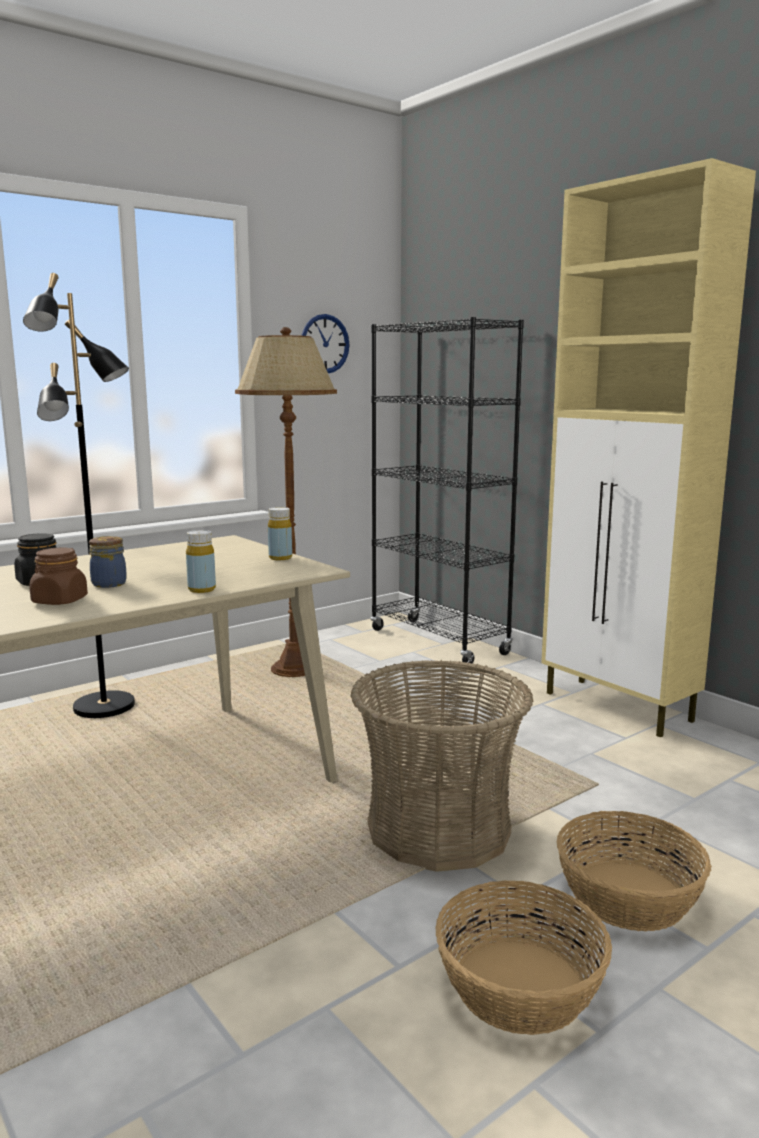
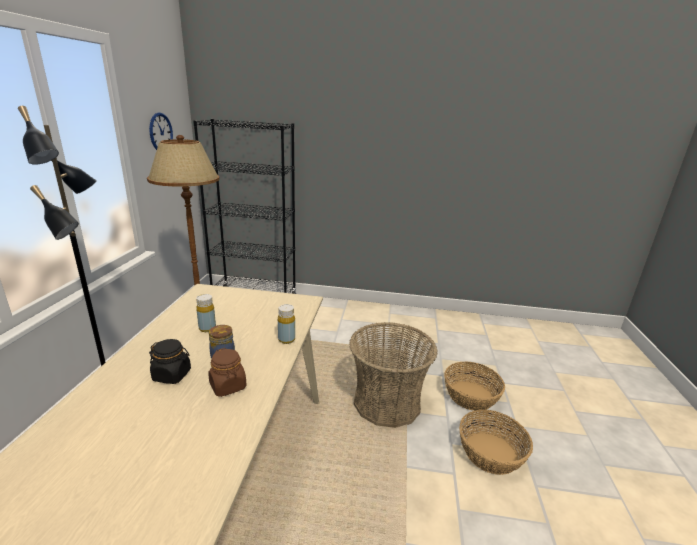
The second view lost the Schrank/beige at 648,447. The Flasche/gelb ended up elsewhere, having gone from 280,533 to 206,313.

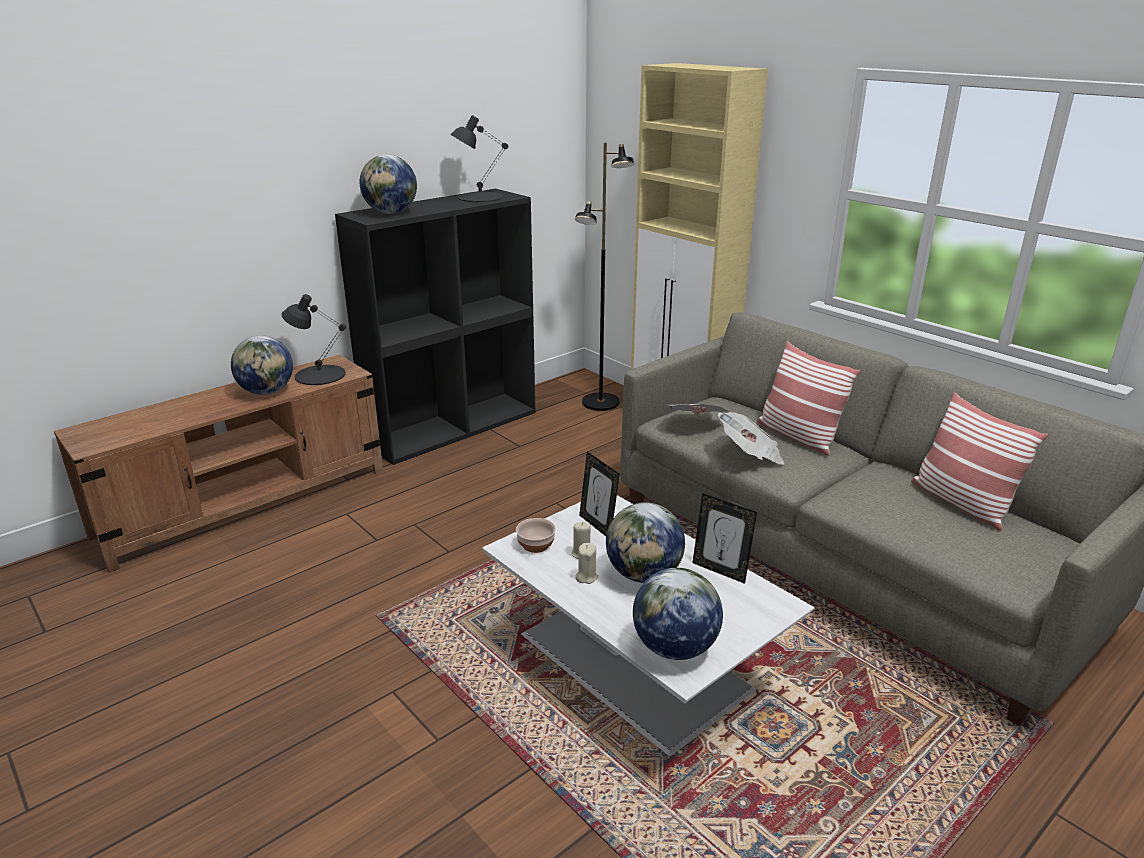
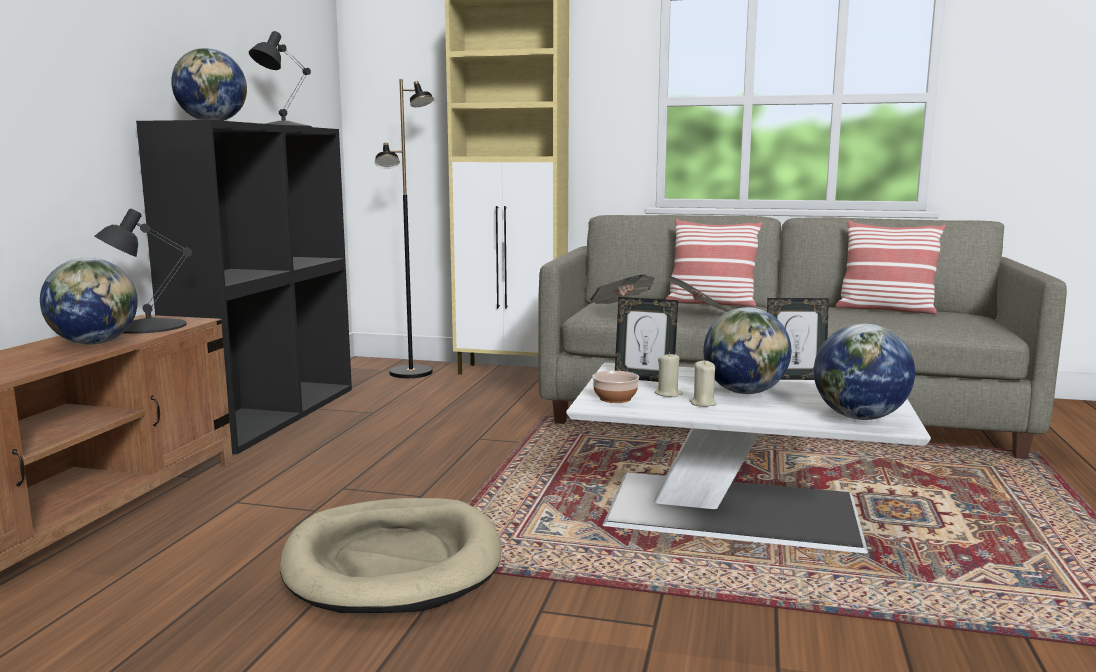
The second view gained the Hundebett/beige at 390,555.

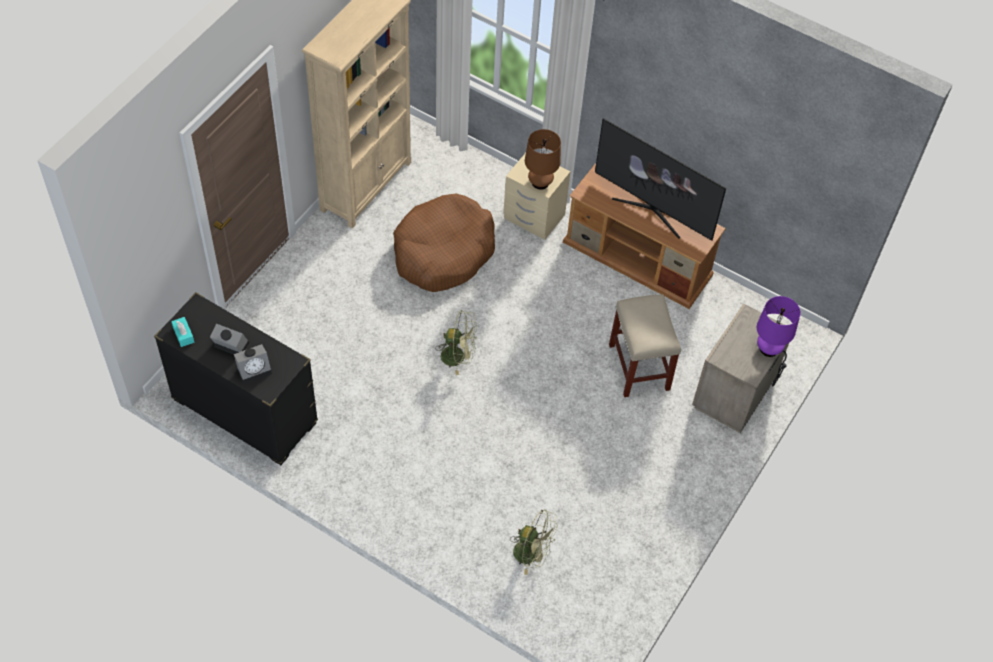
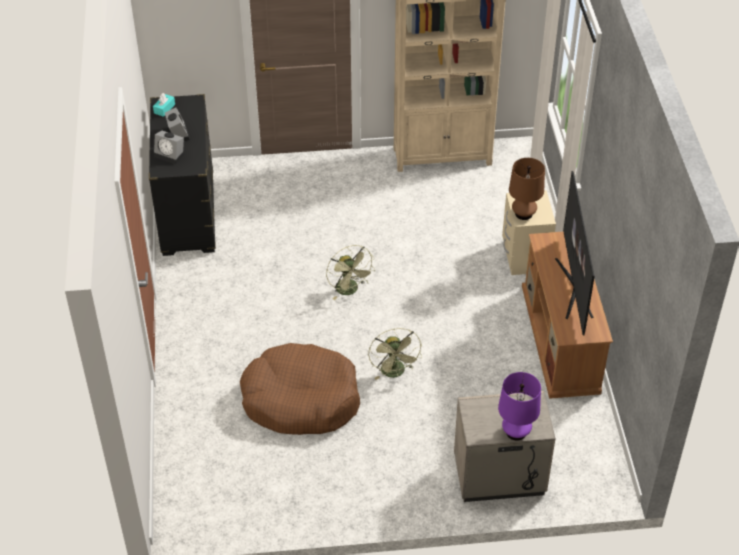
The Hundebett/braun ended up elsewhere, having gone from 444,243 to 300,389. The second view lost the Hocker/beige at 645,345. The Ventilator/grün ended up elsewhere, having gone from 534,542 to 395,354.

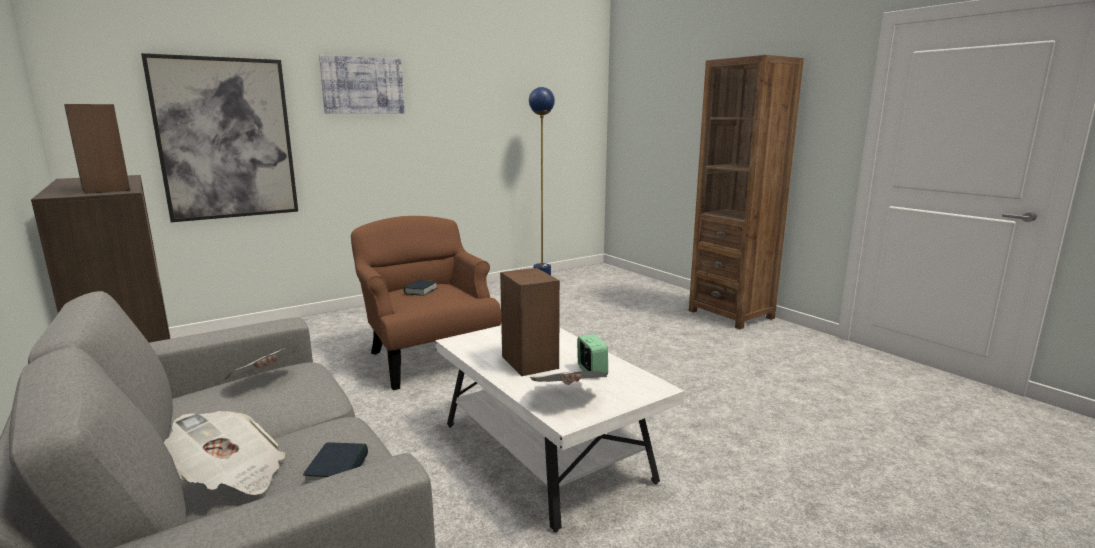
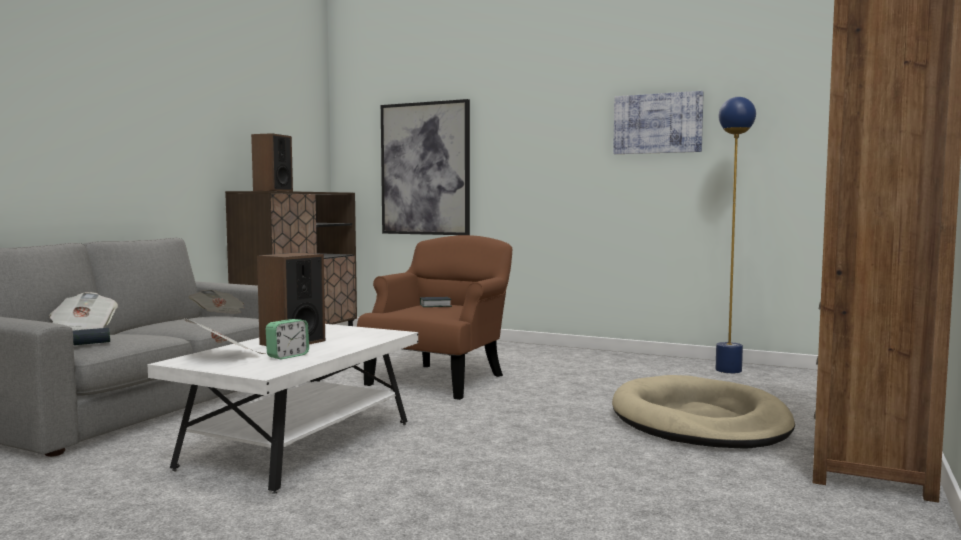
The Bild ended up elsewhere, having gone from 362,84 to 658,122. The second view gained the Hundebett/beige at 703,412.

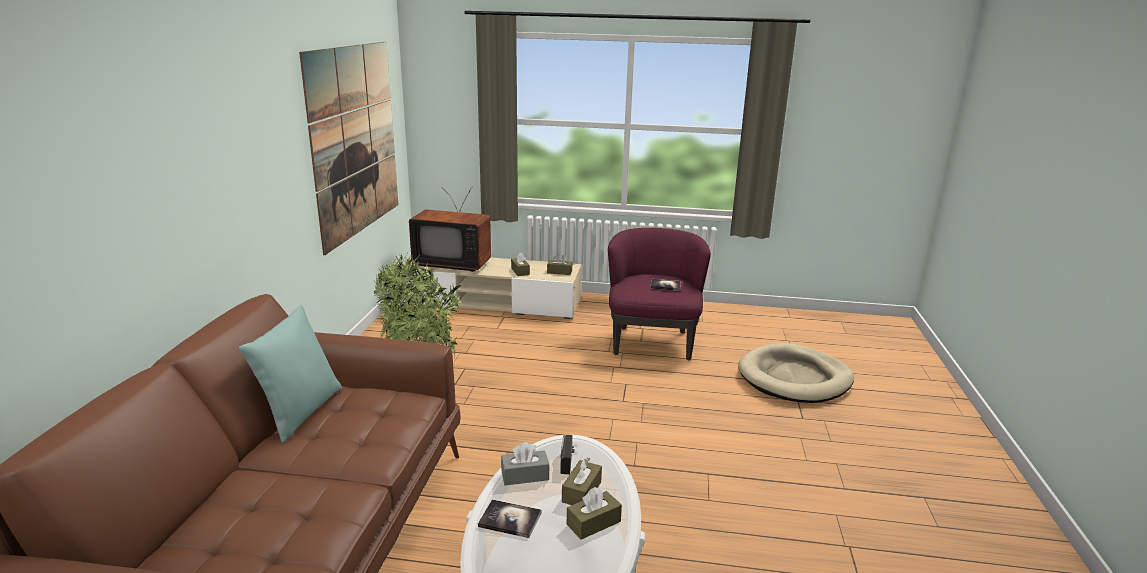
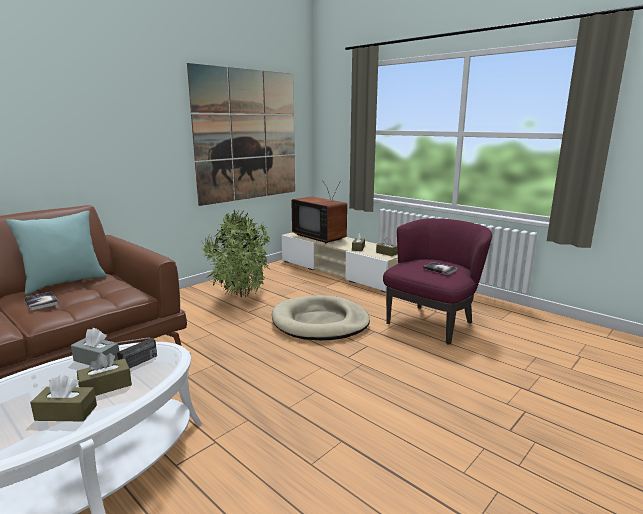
The Hundebett/beige ended up elsewhere, having gone from 796,373 to 321,317. The Buch ended up elsewhere, having gone from 509,518 to 41,301.

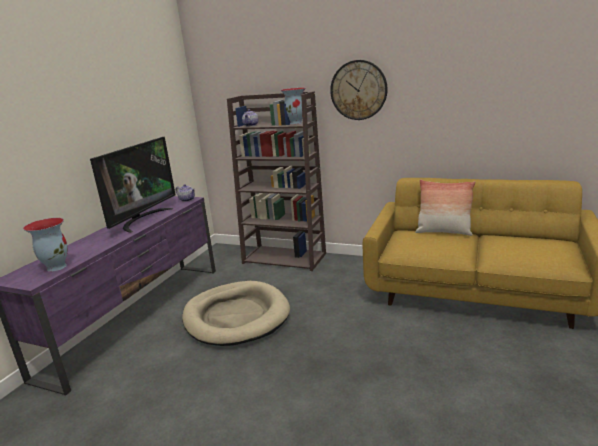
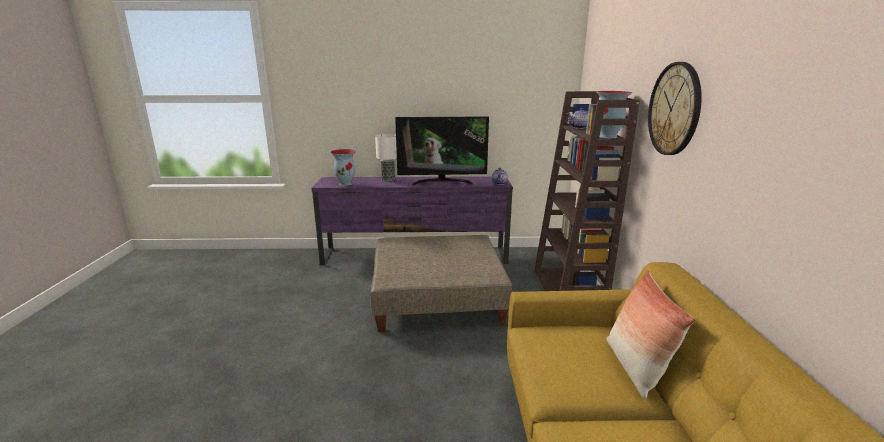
Where the Hundebett/beige stood at 236,313, the Polsterhocker/beige came to stand at 441,283. The second view gained the Tischlampe at 386,157.

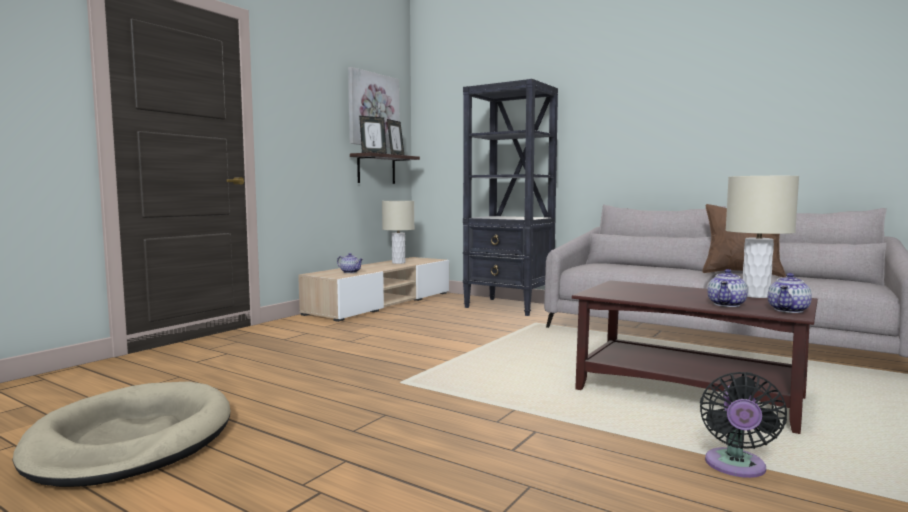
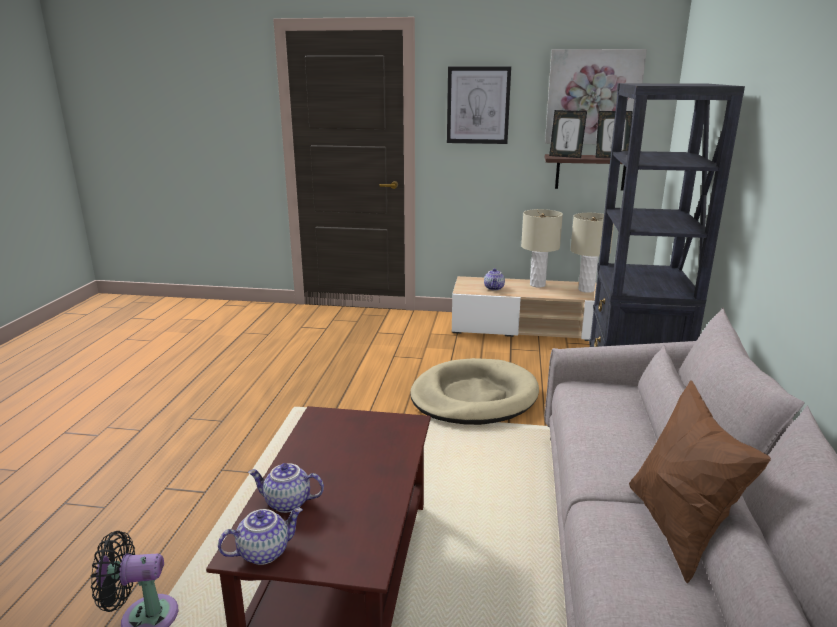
The Tischlampe/beige ended up elsewhere, having gone from 762,237 to 542,248. The Teekanne at 790,293 ended up facing another way, 135 degrees clockwise from before. The Hundebett/beige ended up elsewhere, having gone from 121,434 to 474,391. The second view gained the Bild at 479,105.

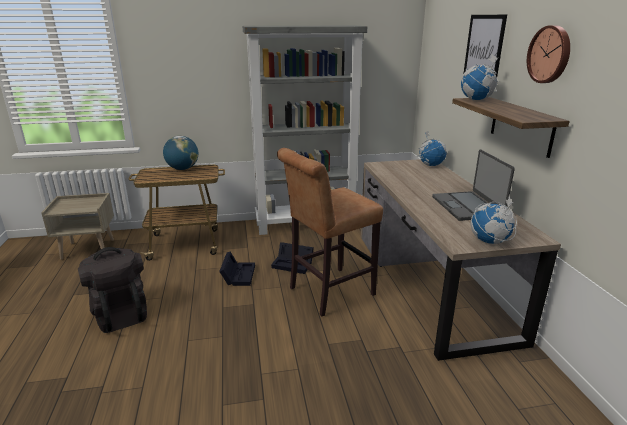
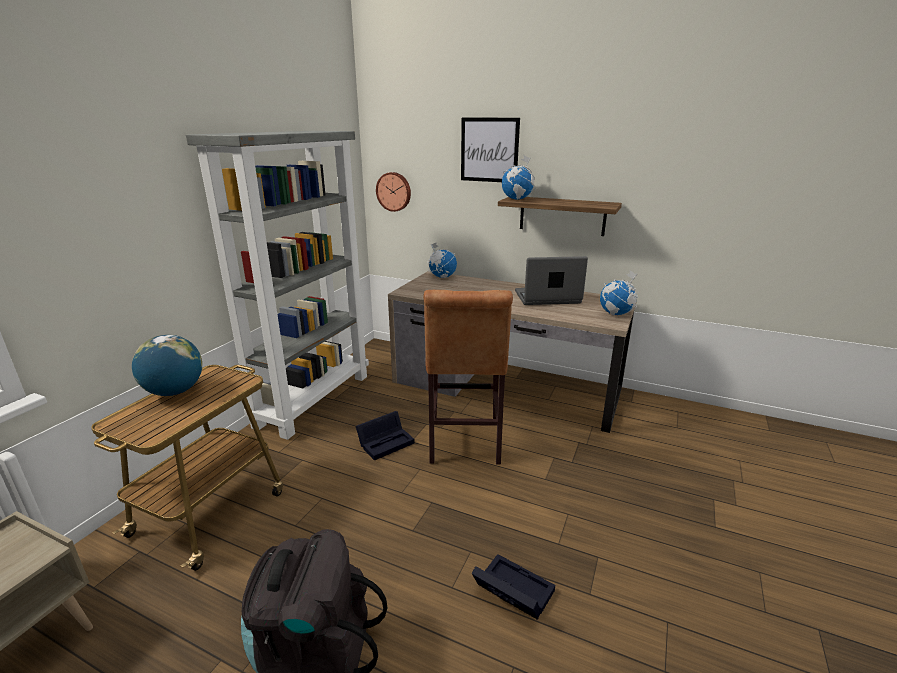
The Wanduhr ended up elsewhere, having gone from 548,54 to 393,192. The Laptop at 473,185 ended up facing another way, 150 degrees clockwise from before. The Aufbewahrungsbox/schwarz ended up elsewhere, having gone from 237,269 to 513,587.

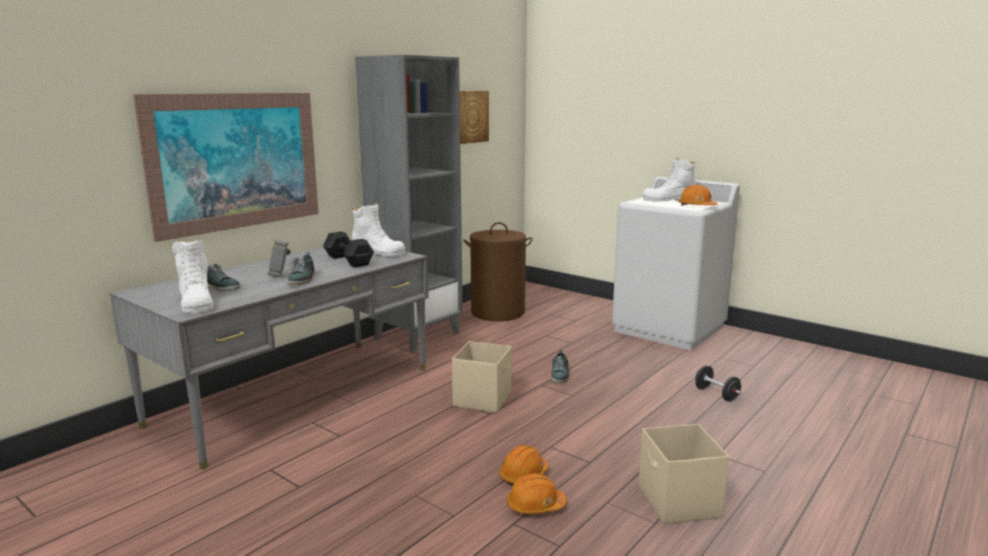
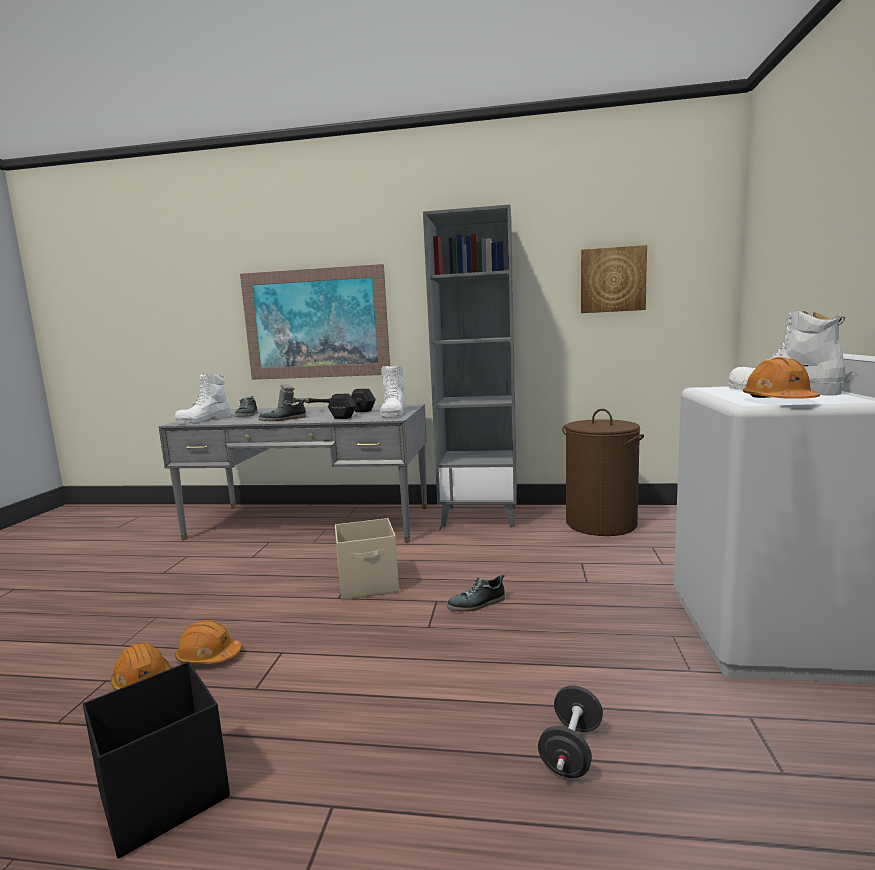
What was the Aufbewahrungsbox/beige at 684,474 turned into the Aufbewahrungsbox/schwarz at 156,760.

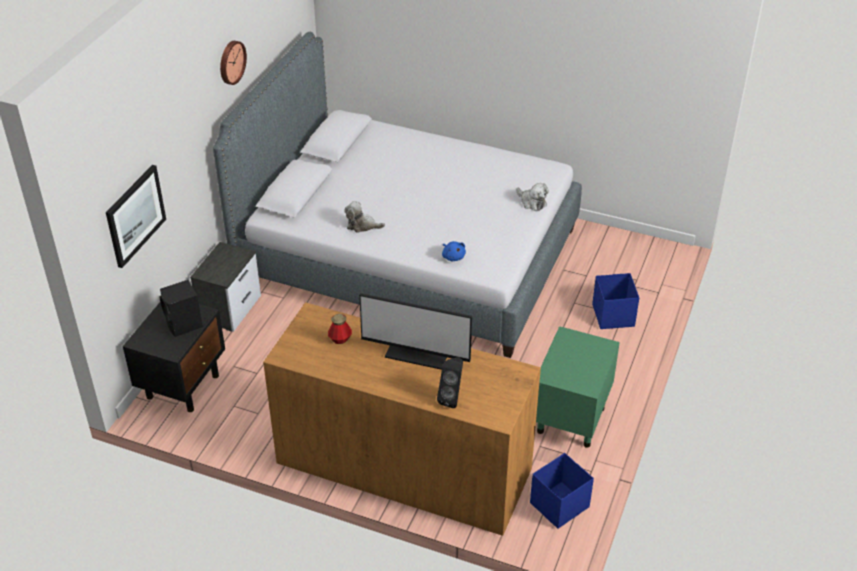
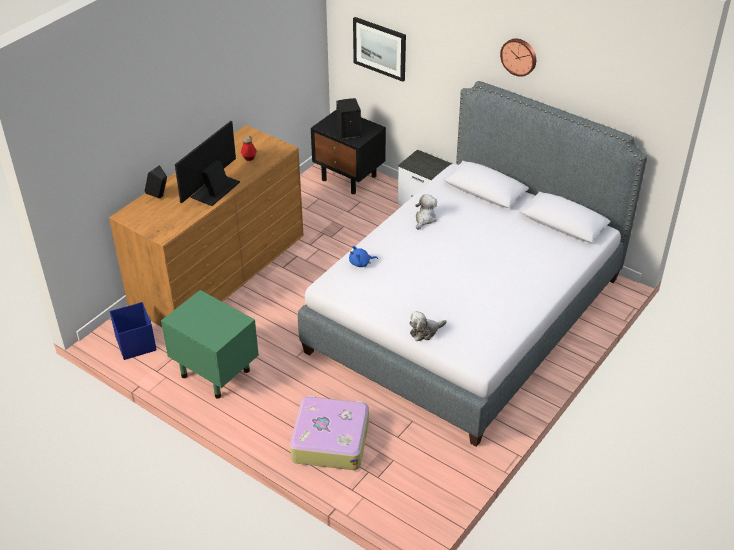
Where the Aufbewahrungsbox/blau stood at 615,301, the Koffer came to stand at 329,433.

